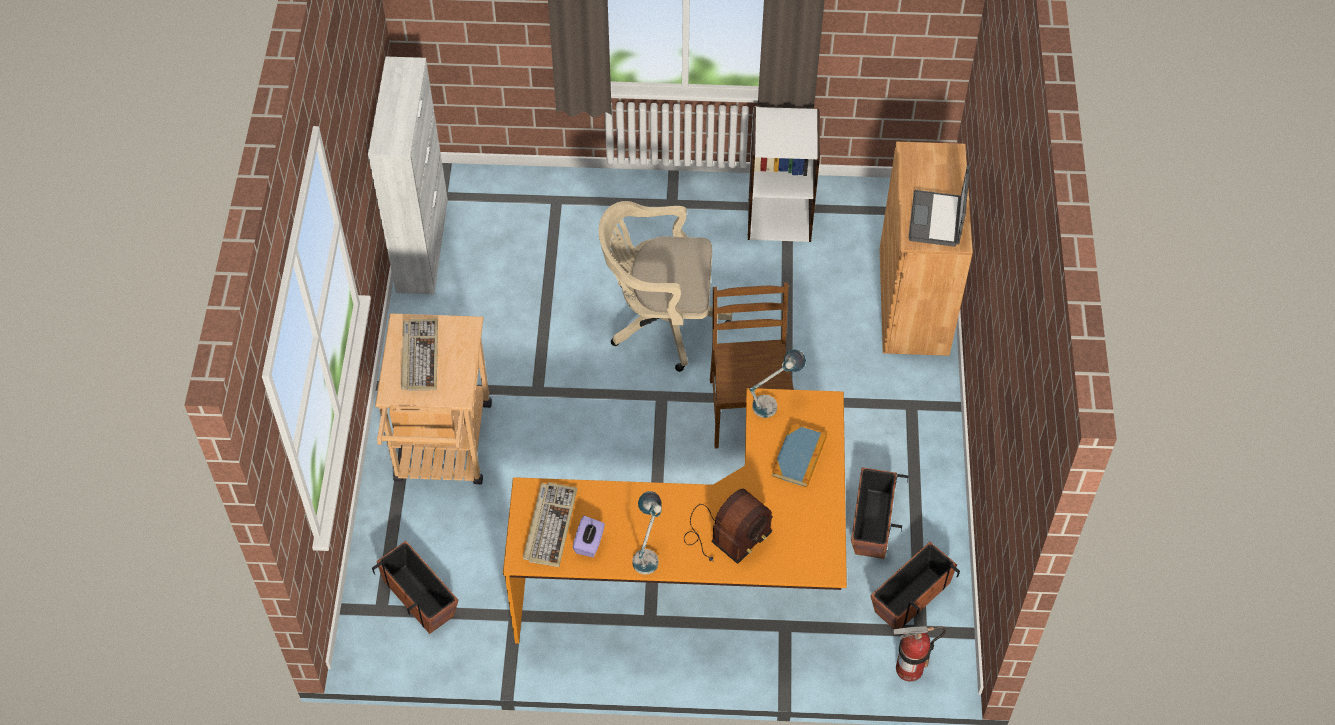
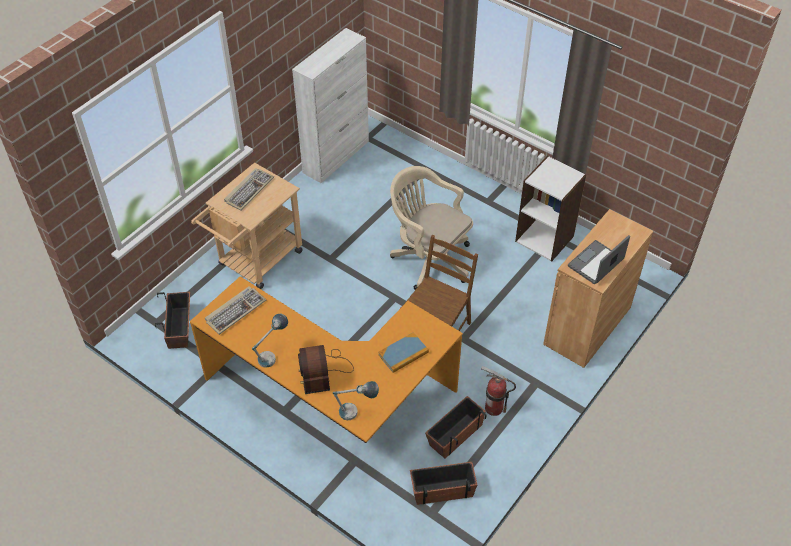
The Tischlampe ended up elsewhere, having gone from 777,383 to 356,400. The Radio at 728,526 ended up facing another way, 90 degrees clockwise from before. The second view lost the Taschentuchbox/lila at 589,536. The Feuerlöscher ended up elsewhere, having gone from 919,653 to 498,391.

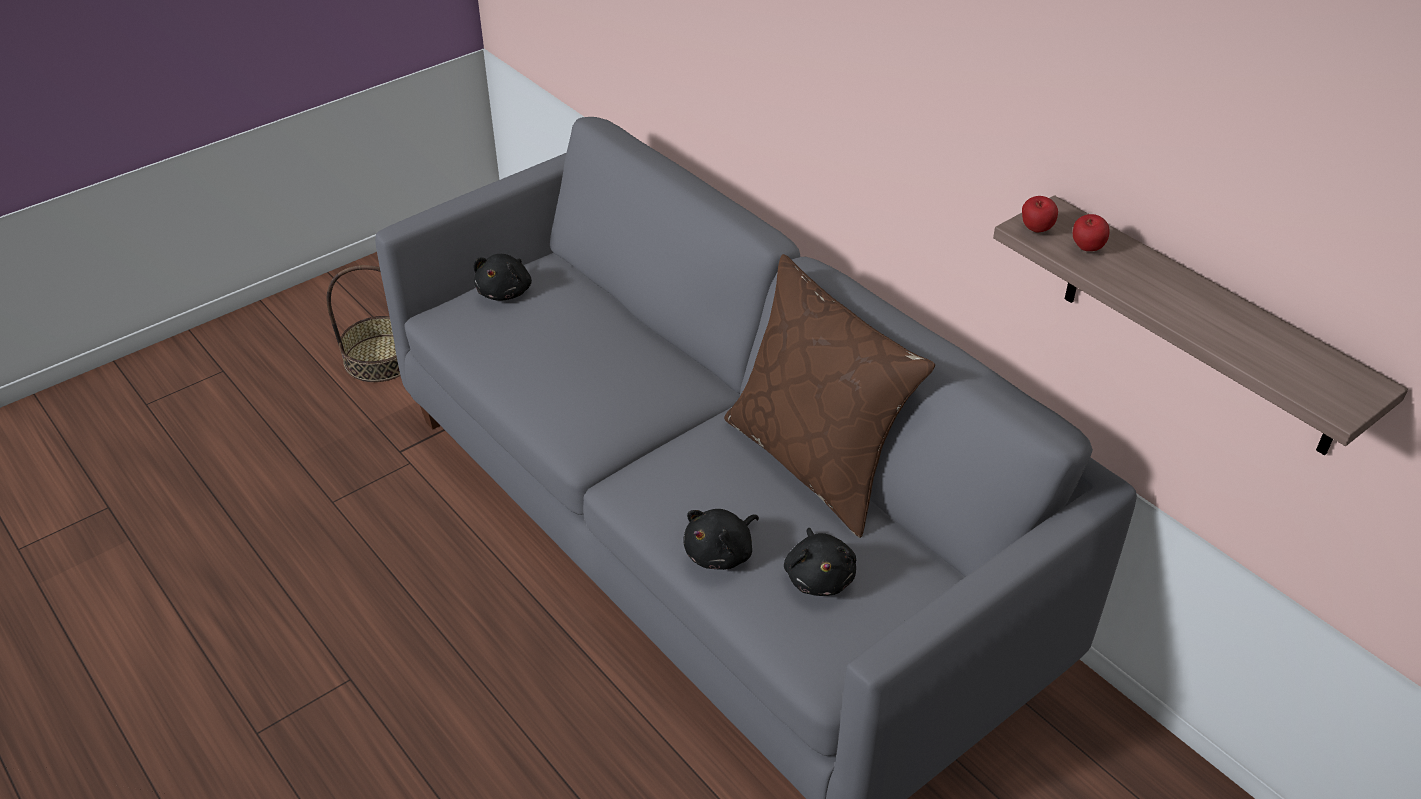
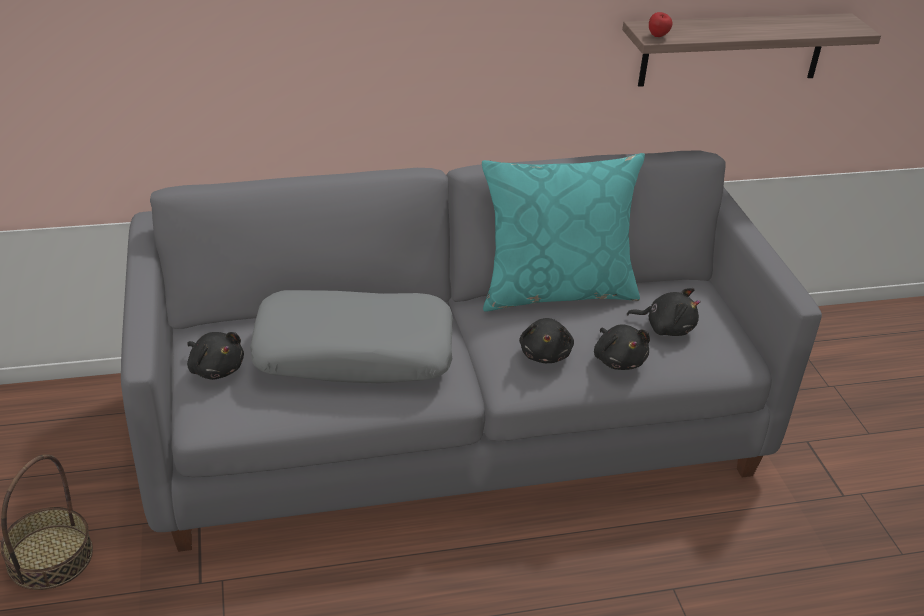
The second view lost the Apfel at 1091,232. What was the Kissen/braun at 829,396 turned into the Kissen/türkis at 563,232. The second view gained the Kissen/grau at 351,336. The second view gained the Plüschtier/schwarz at 546,340.

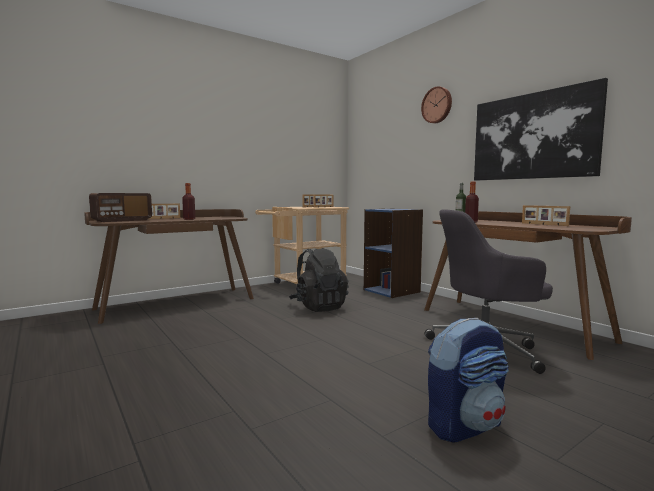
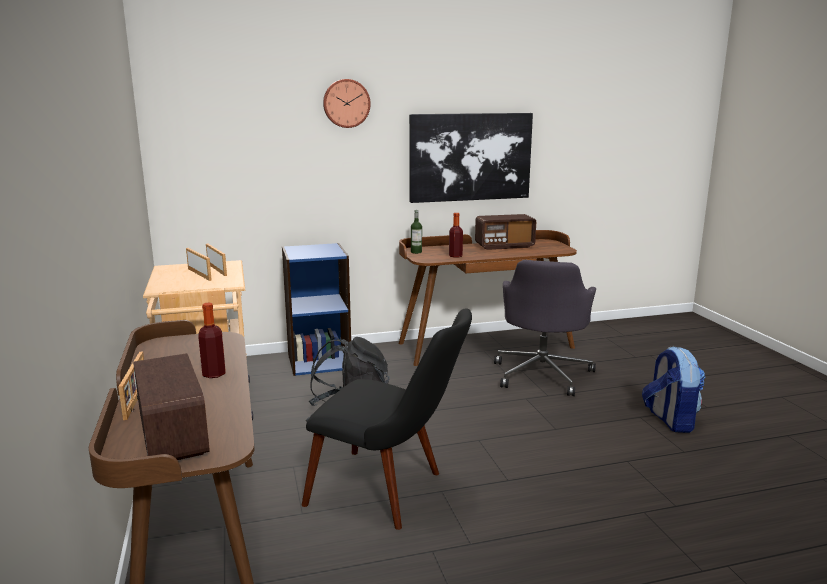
Where the Bilderrahmen stood at 546,215, the Radio came to stand at 505,232. The second view gained the Stuhl/schwarz at 387,419.

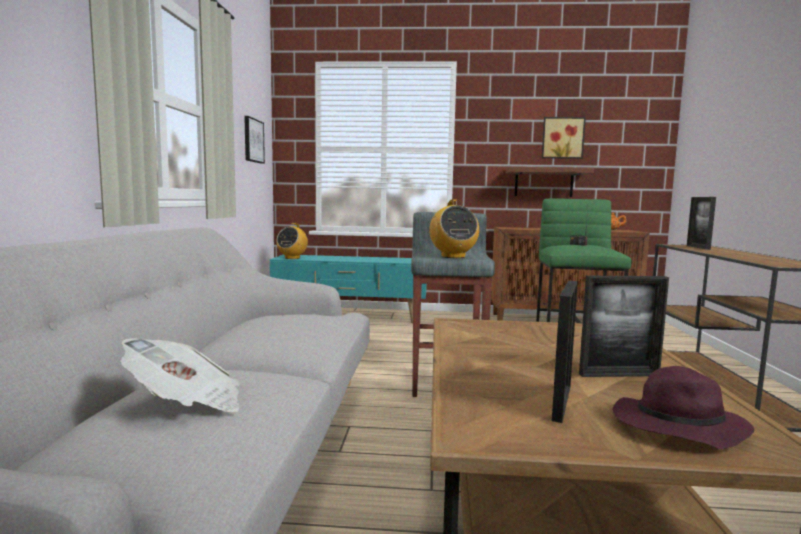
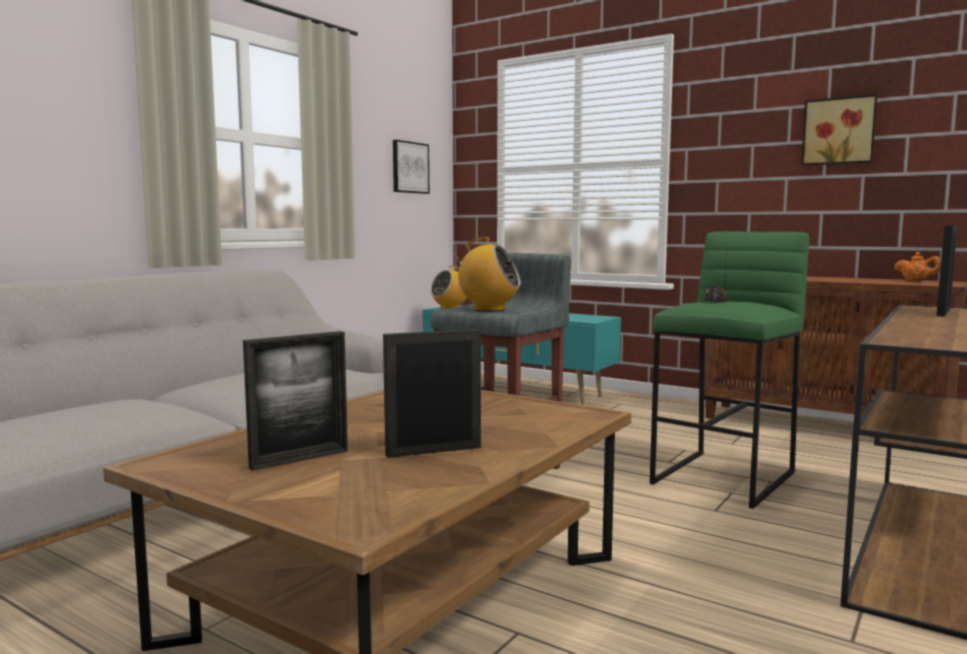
The second view lost the Wandregal/braun at 550,182. The Radio at 454,228 ended up facing another way, 90 degrees counterclockwise from before. The Bilderrahmen at 624,326 ended up facing another way, 135 degrees clockwise from before. The second view lost the Zeitung at 180,375. The second view lost the Hut/lila at 683,407.

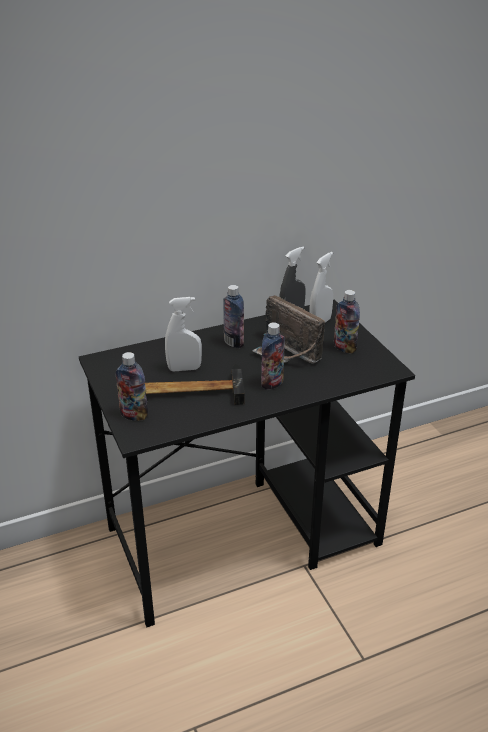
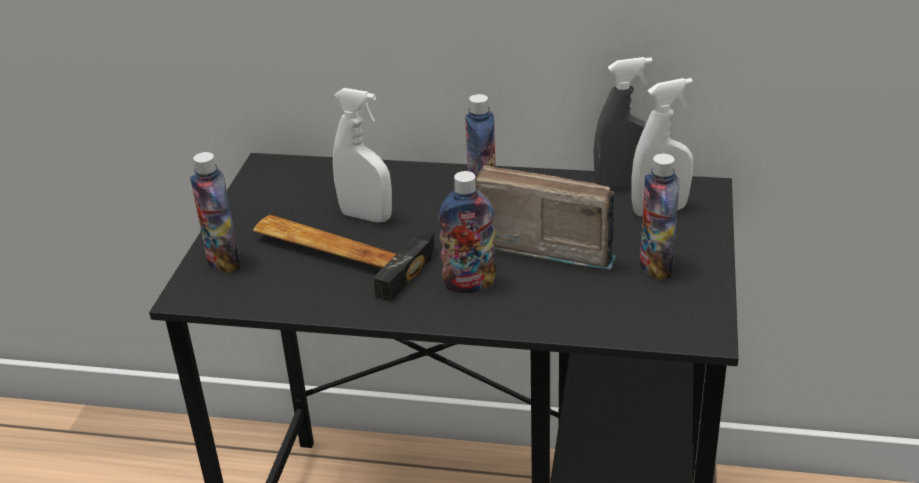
The Radio at 288,329 ended up facing another way, 120 degrees clockwise from before.

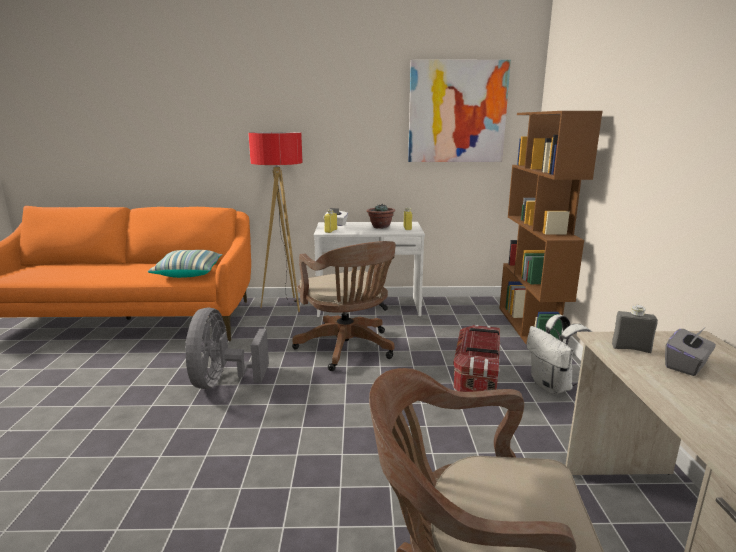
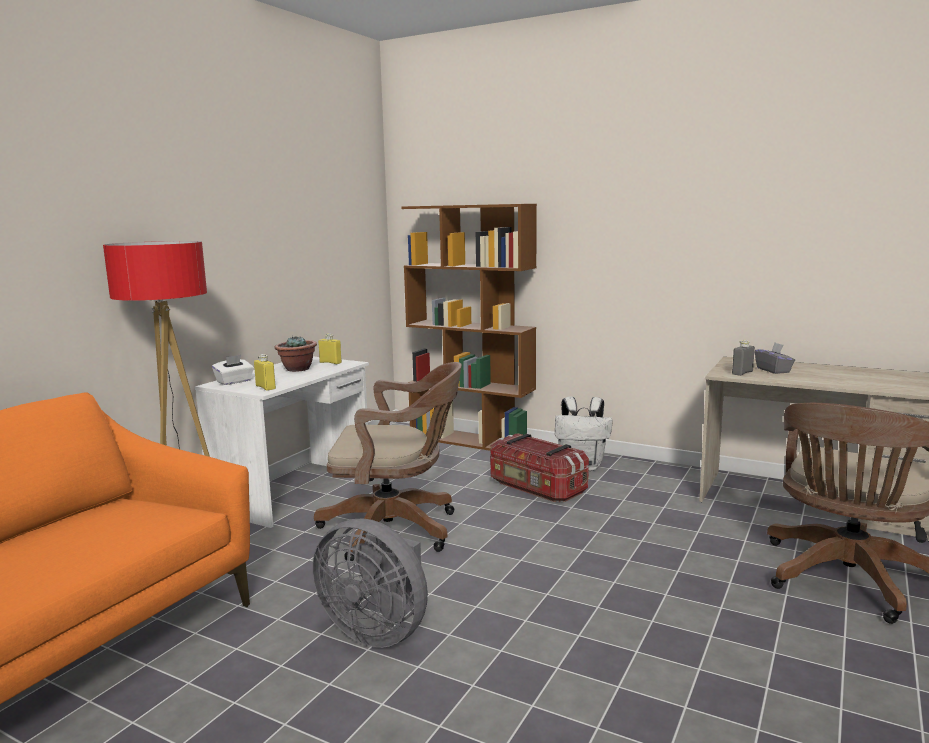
The second view lost the Bild at 459,110. The second view lost the Kissen at 185,264.

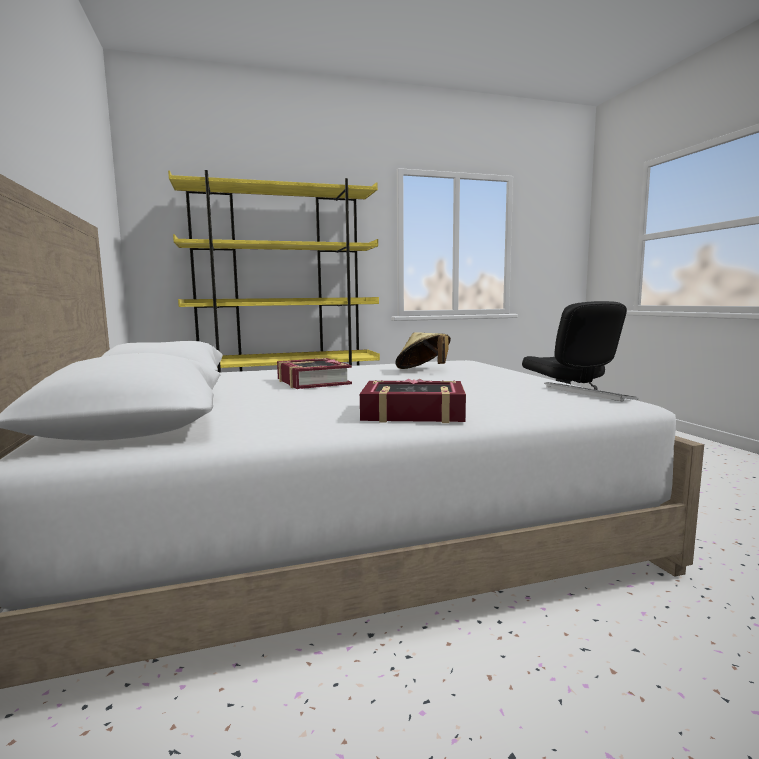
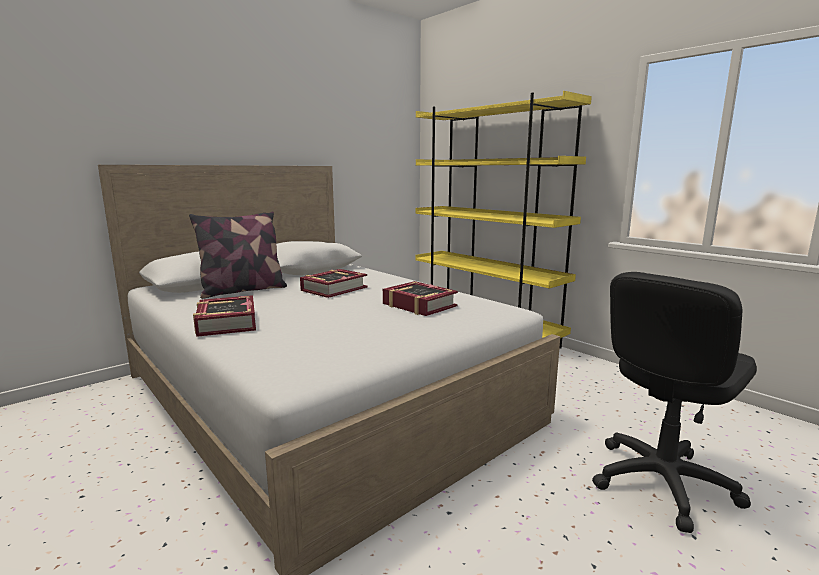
Where the Hut/beige stood at 423,350, the Buch came to stand at 420,298. The second view lost the Tastatur at 591,392. The second view gained the Kissen at 238,255.

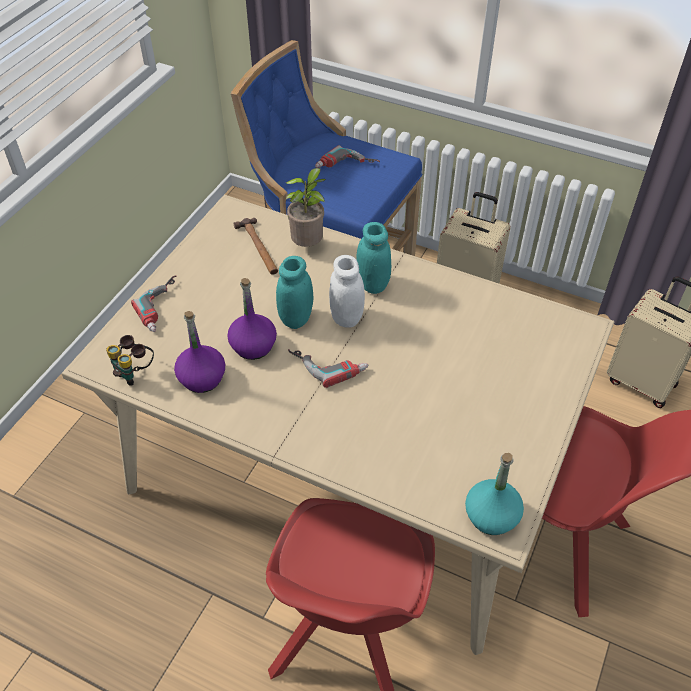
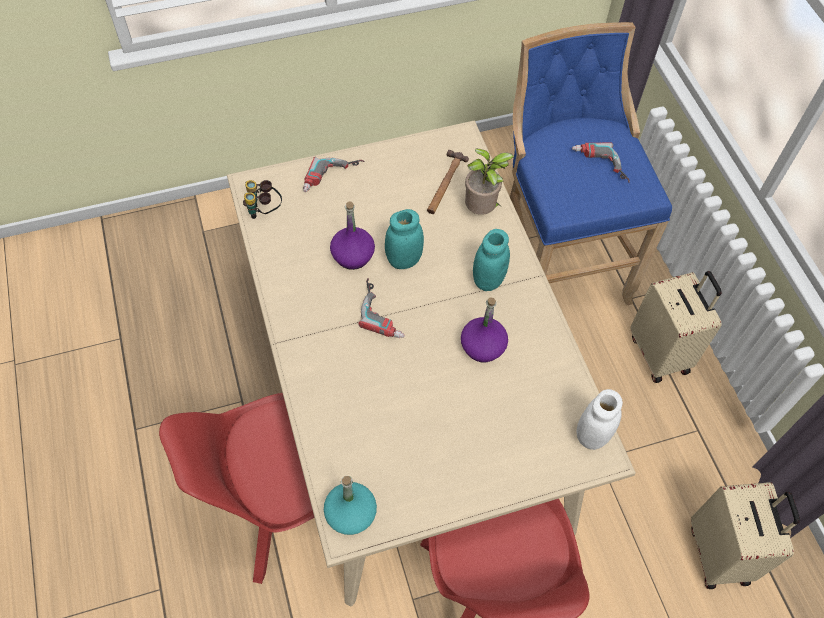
The Vorratsglas/weiß ended up elsewhere, having gone from 347,291 to 599,419. The Flasche/lila ended up elsewhere, having gone from 199,352 to 484,329.

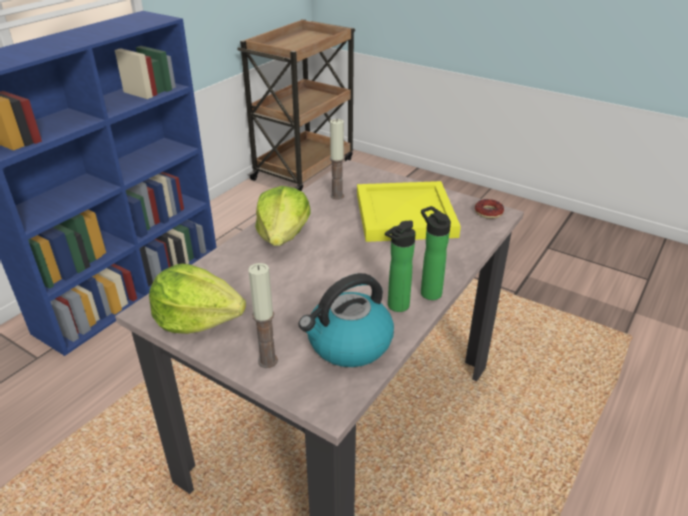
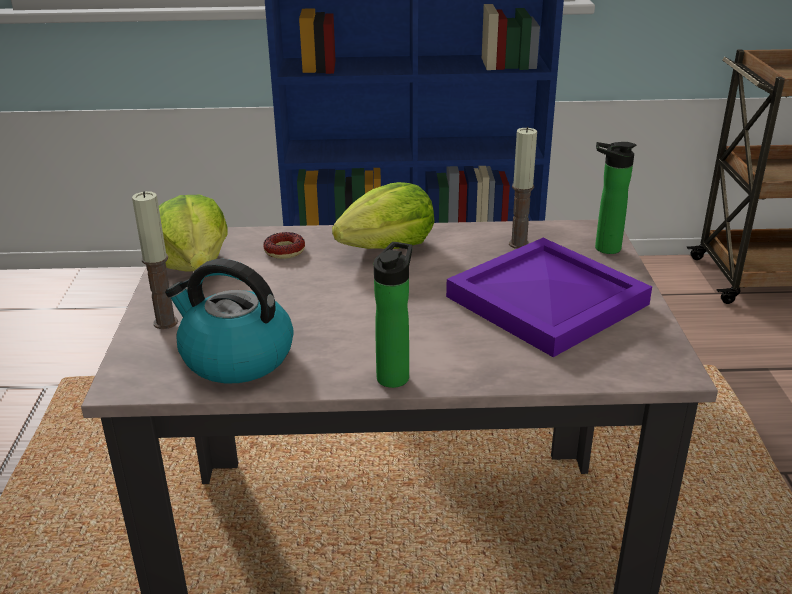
What was the Tablett/gelb at 409,211 turned into the Tablett/lila at 549,297. The Donut ended up elsewhere, having gone from 489,209 to 284,245. The Flasche ended up elsewhere, having gone from 400,266 to 615,198.

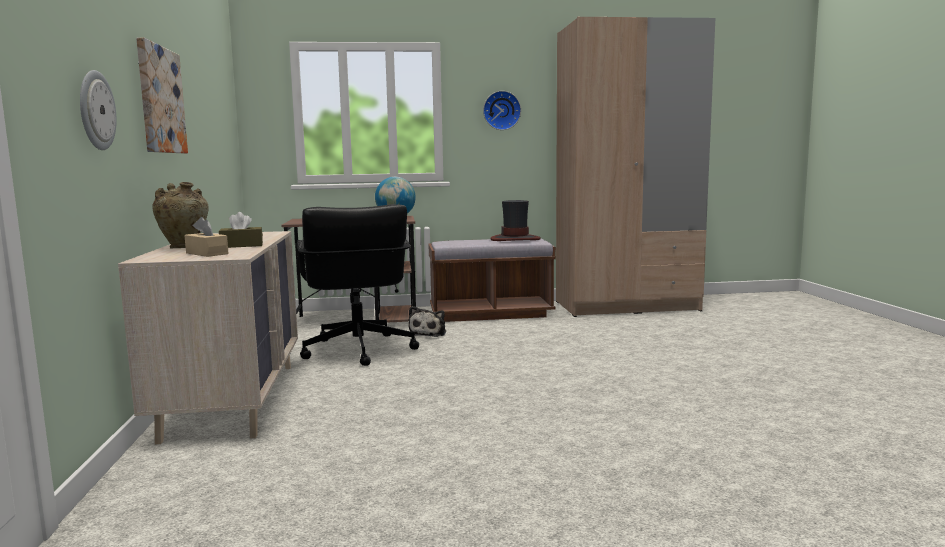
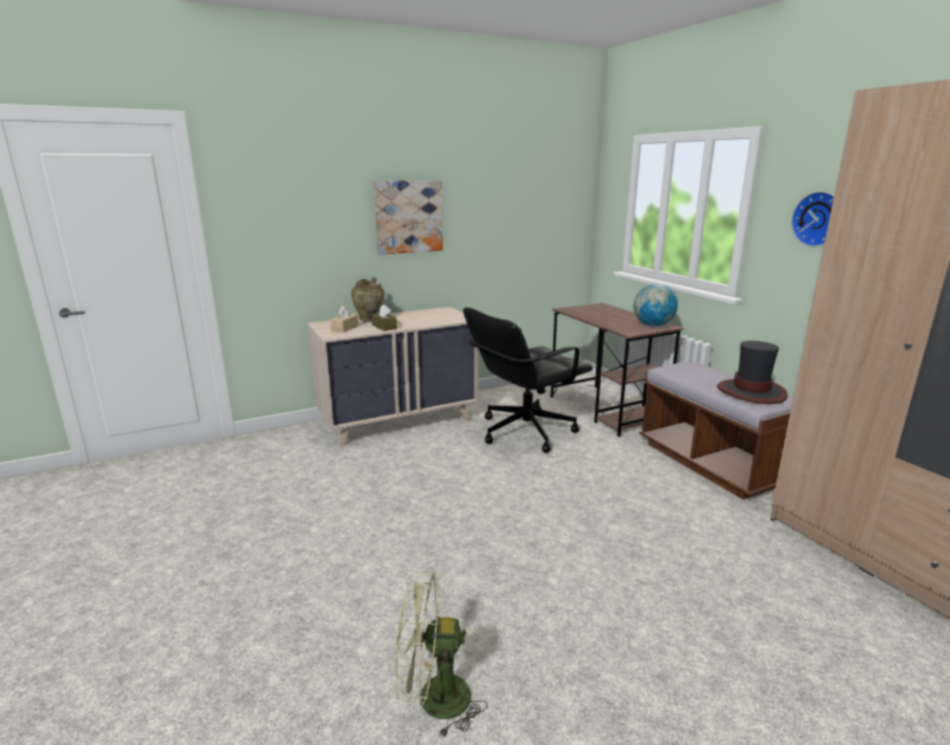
The second view lost the Wanduhr at 98,110. The second view lost the Plüschtier at 427,321. The second view gained the Ventilator/grün at 441,655.

